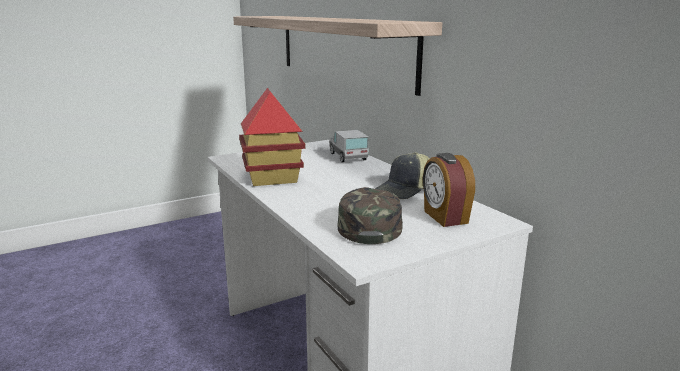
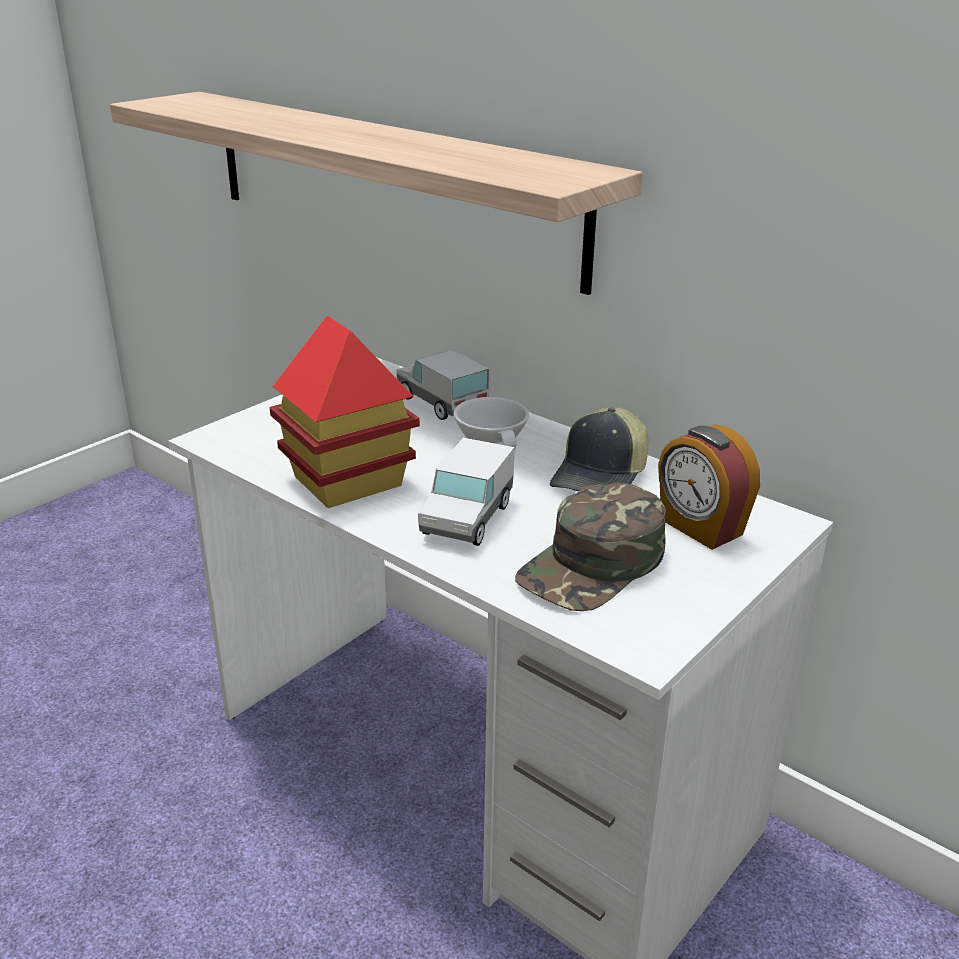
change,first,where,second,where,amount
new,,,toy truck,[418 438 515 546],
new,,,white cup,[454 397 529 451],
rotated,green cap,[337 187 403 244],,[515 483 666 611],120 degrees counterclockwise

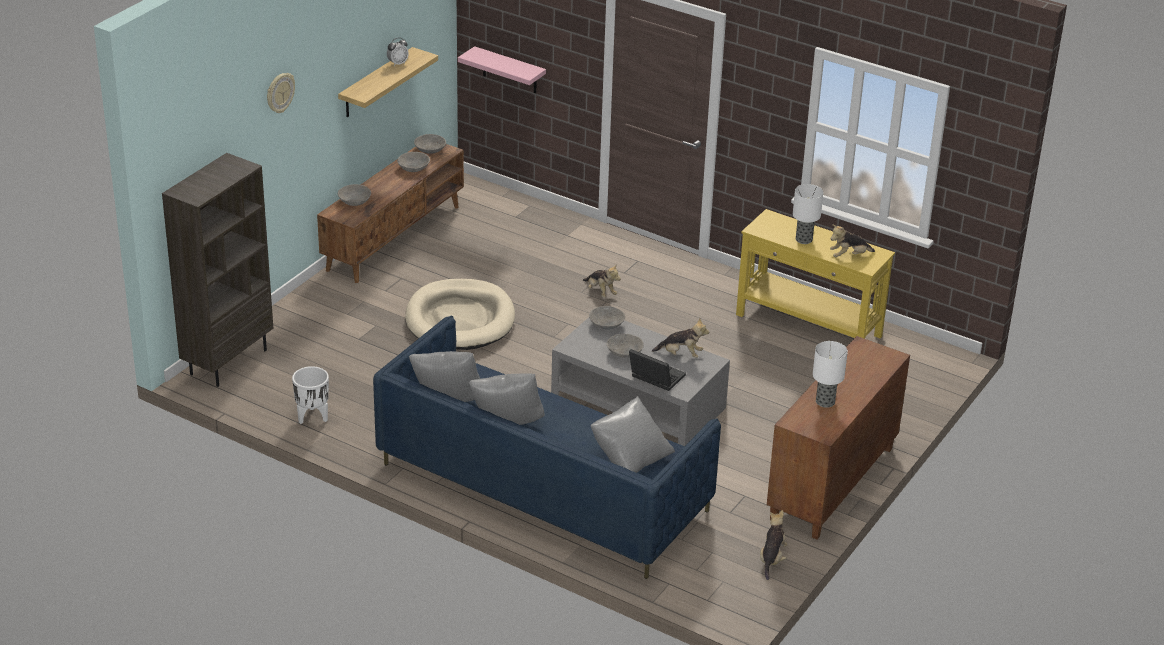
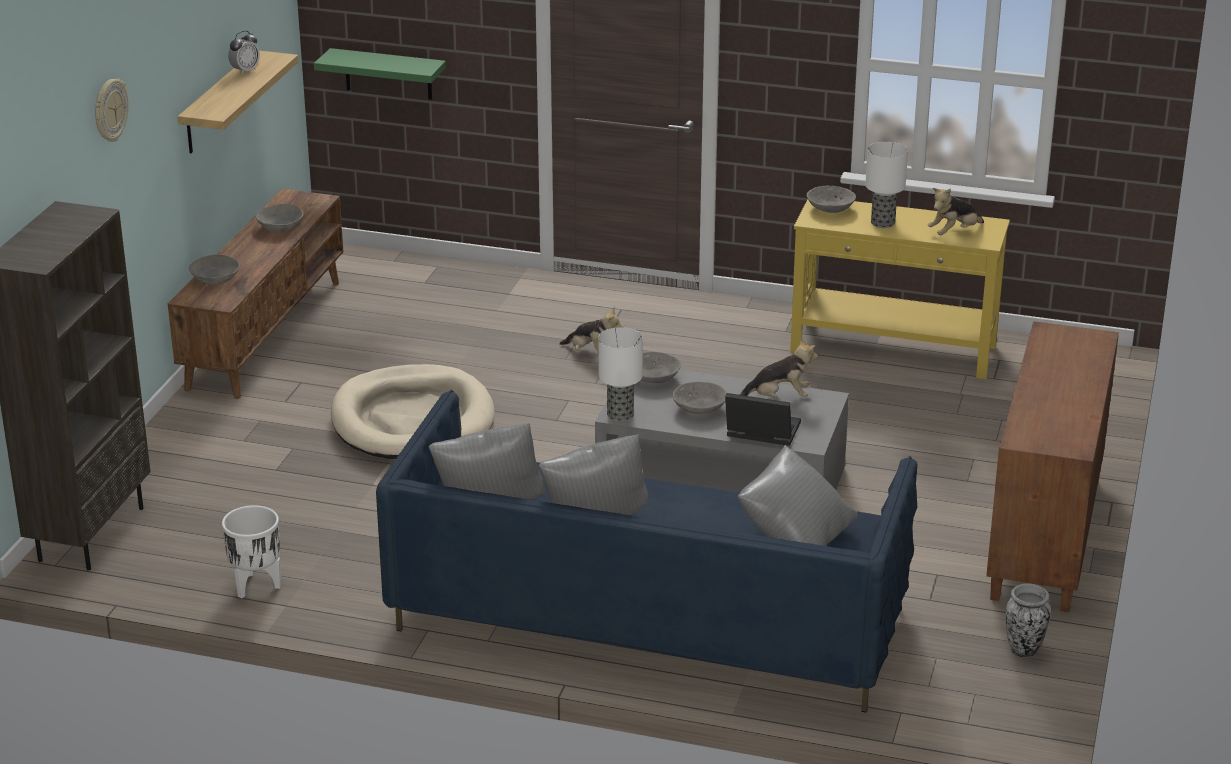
change,first,where,second,where,amount
repainted,pink shelf,[458 46 546 93],green shelf,[314 48 446 100],
shifted,table lamp,[813 341 848 408],,[598 327 643 421],
shifted,grey bowl,[414 134 446 154],,[807 186 856 213],
swapped,plush toy,[760 510 787 580],vase,[1006 583 1051 658],

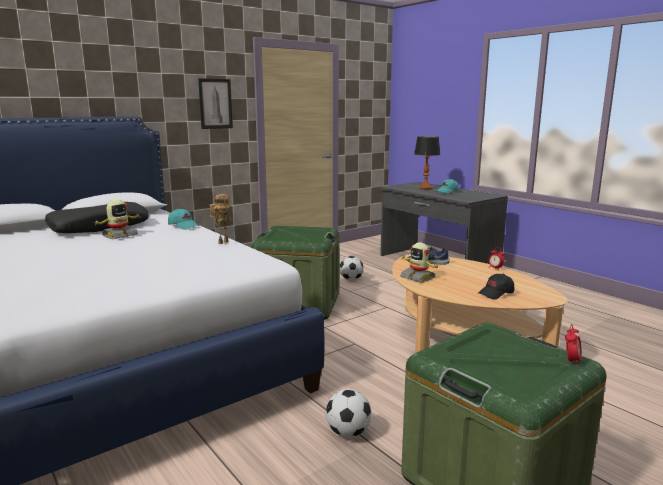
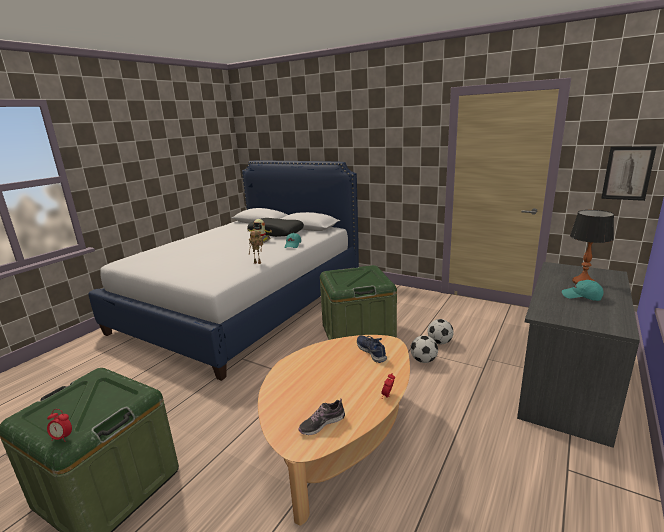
change,first,where,second,where,amount
new,,,shoe,[299 398 345 435],
shifted,football,[326 389 372 437],,[410 335 438 363],
shifted,picture,[198 78 233 129],,[601 146 657 201],
gone,toy robot,[400 242 440 282],,,
gone,black cap,[478 274 514 299],,,

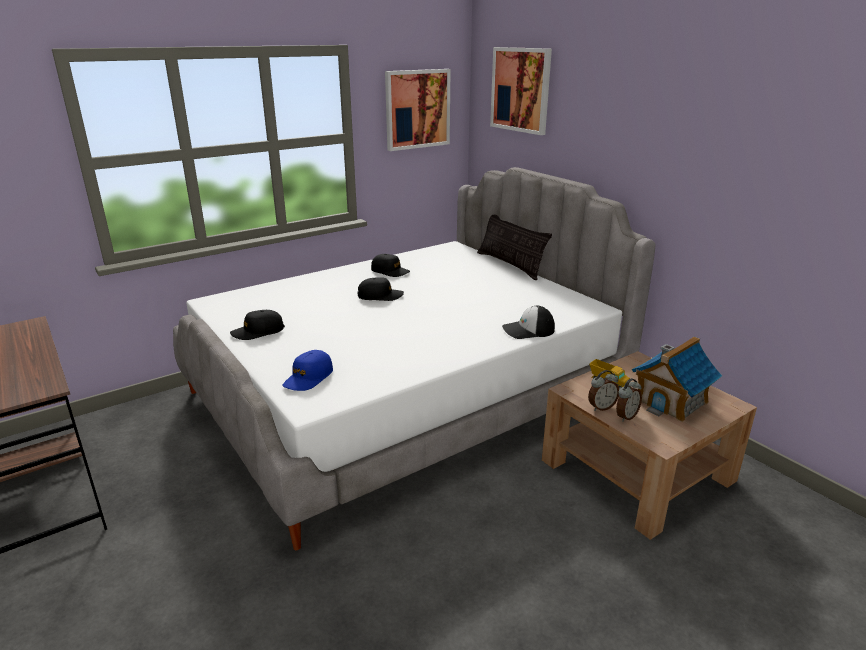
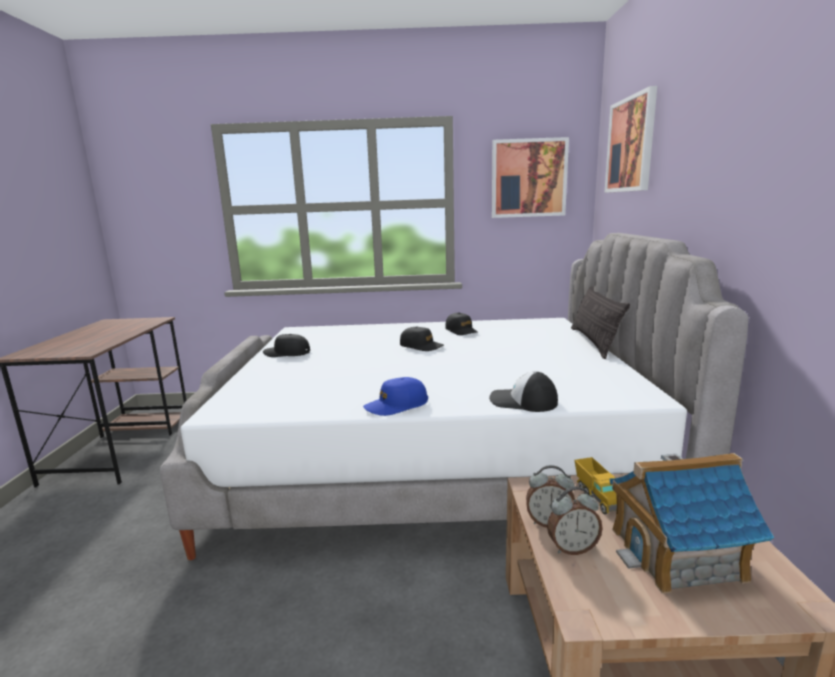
change,first,where,second,where,amount
shifted,blue cap,[283 350 333 391],,[363 377 428 416],

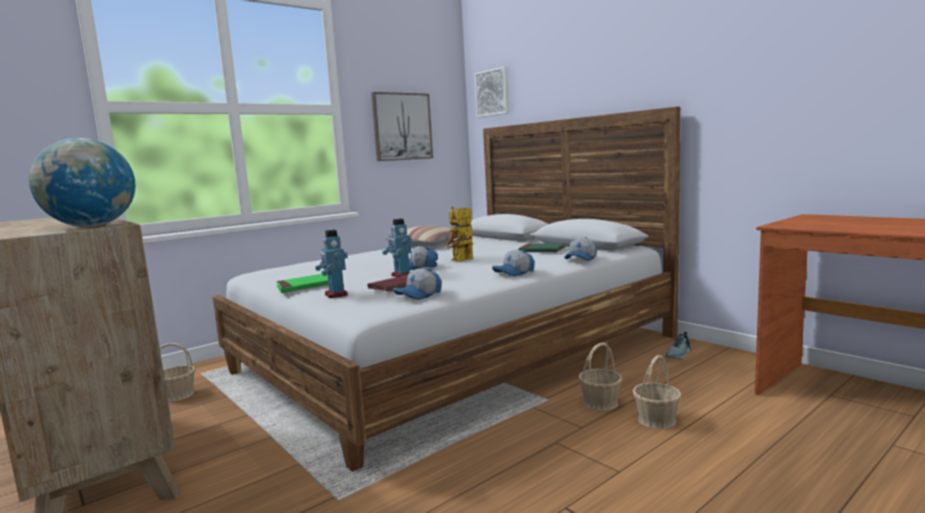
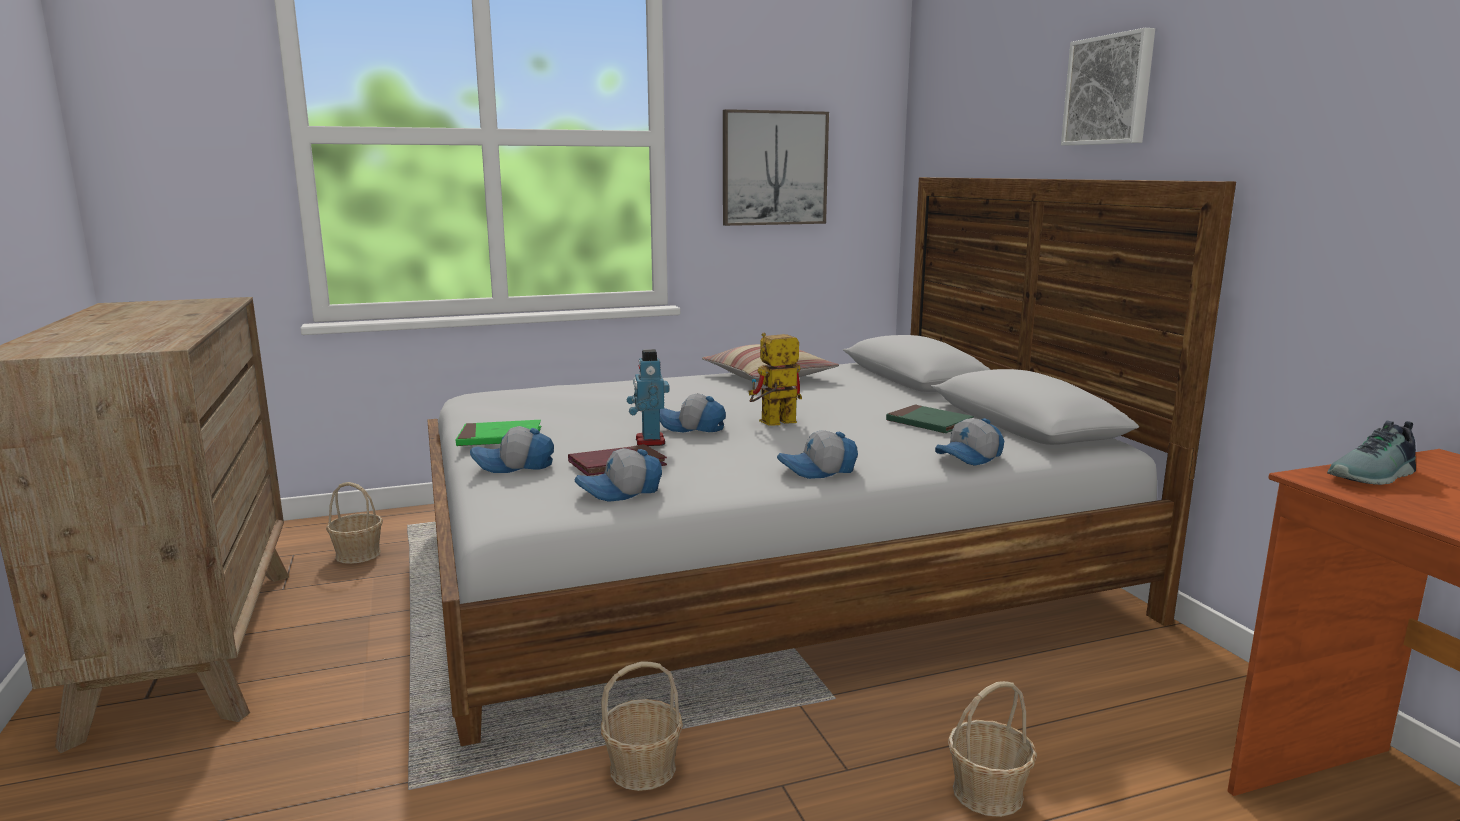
change,first,where,second,where,amount
swapped,toy robot,[315 230 348 298],cap,[470 426 554 473],
shifted,basket,[579 343 622 411],,[601 662 683 791],
shifted,picture,[474 67 510 117],,[1061 28 1155 146],
shifted,shoe,[665 332 691 359],,[1327 420 1416 485],
gone,globe,[29 138 136 227],,,

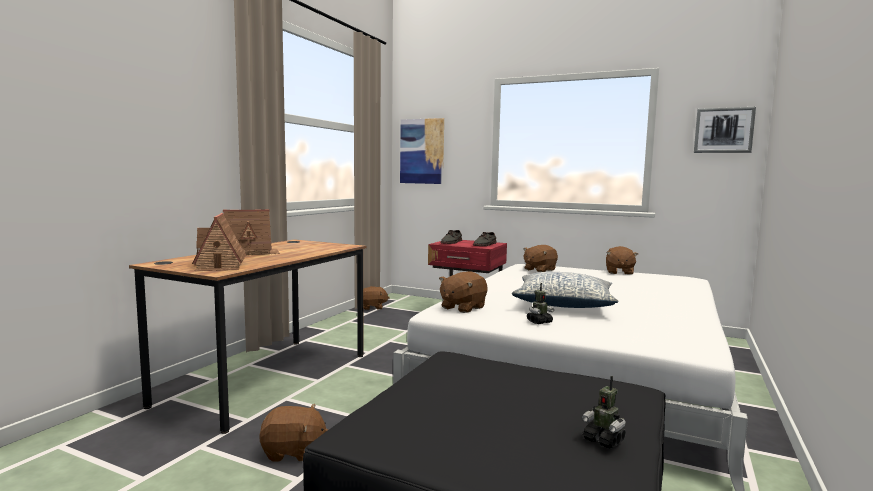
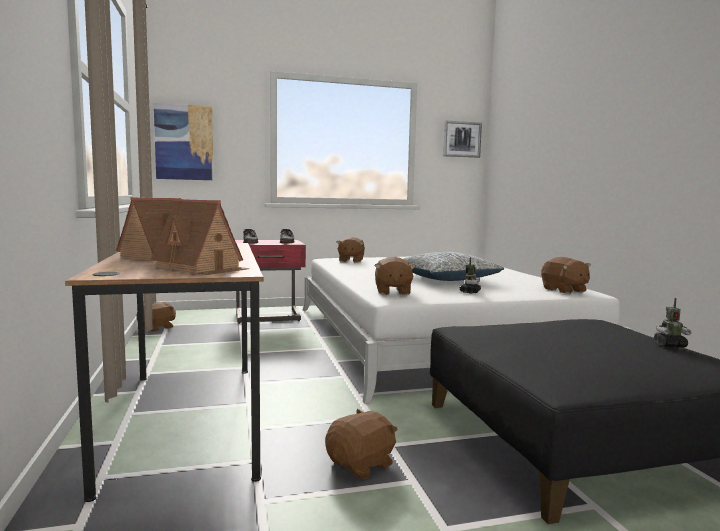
change,first,where,second,where,amount
shifted,brown plush toy,[606 246 638 274],,[541 257 591 294],

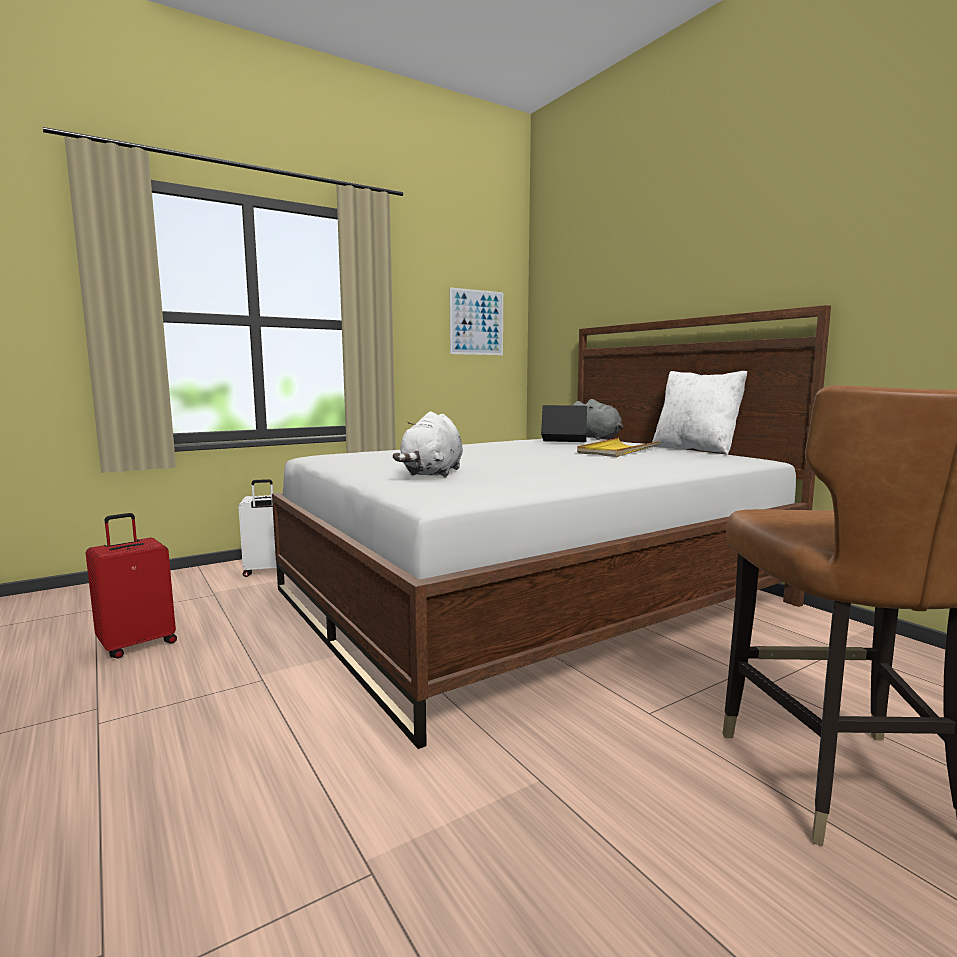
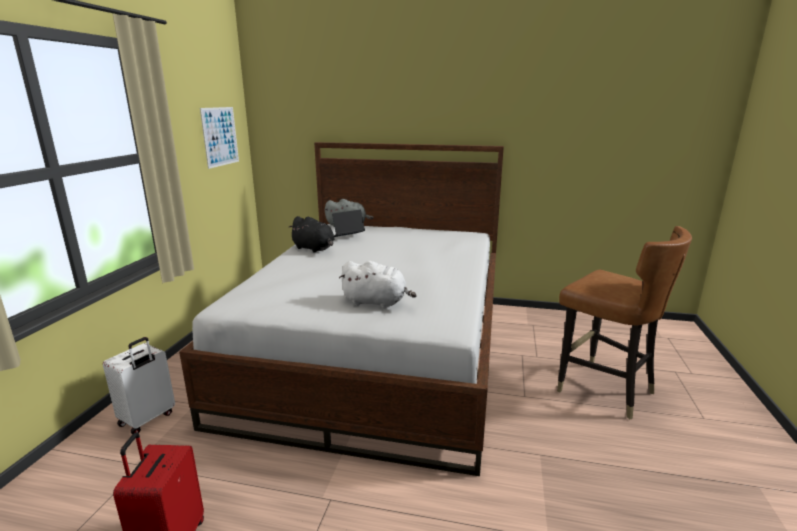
change,first,where,second,where,amount
new,,,black plush toy,[288 216 334 253],
rotated,white plush toy,[393 411 463 477],,[339 261 416 309],45 degrees counterclockwise
gone,yellow tray,[577 438 660 457],,,
gone,white pillow,[652 371 747 455],,,

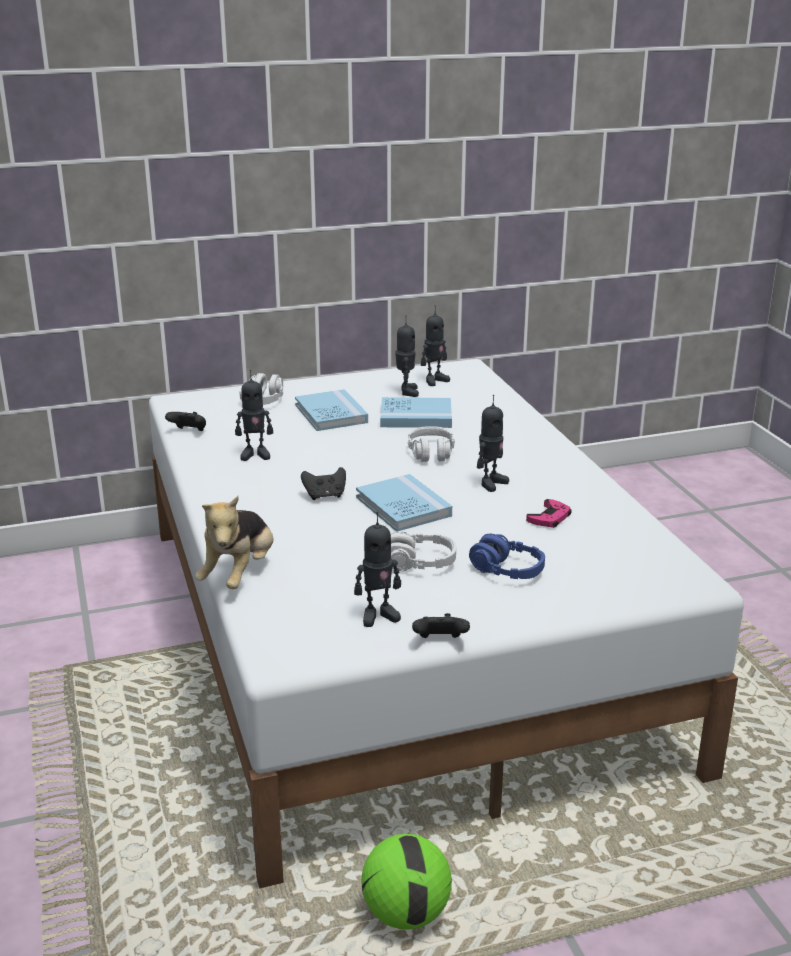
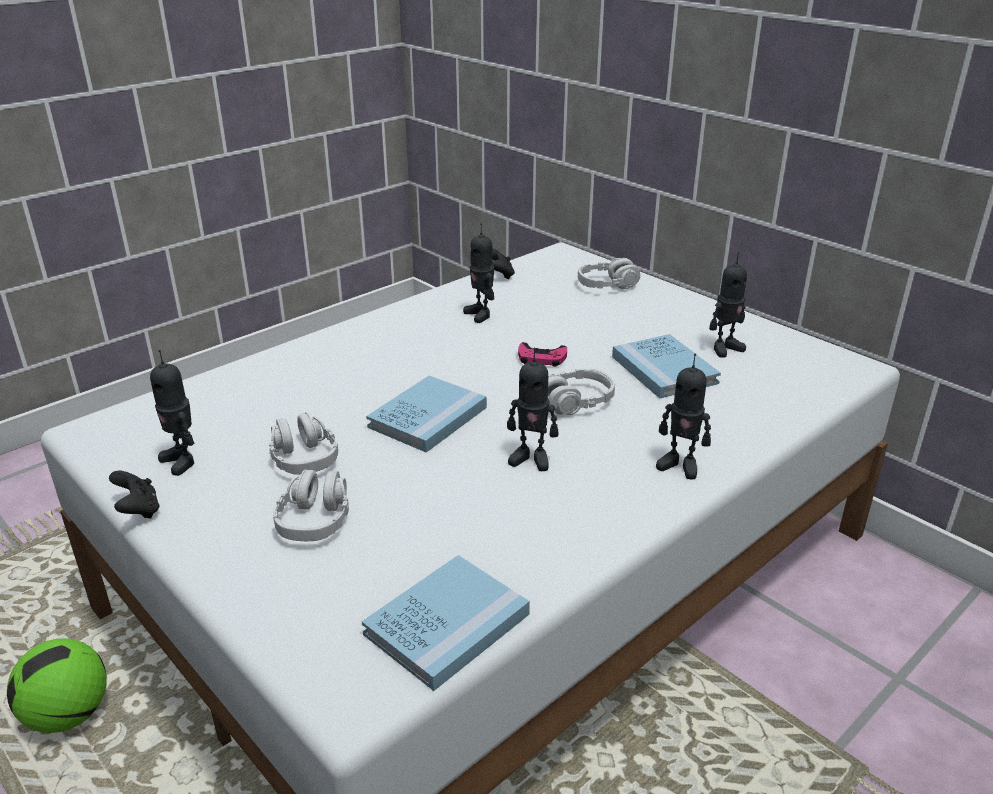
change,first,where,second,where,amount
repainted,blue headphones,[469 533 545 579],grey headphones,[273 469 349 541],
shifted,blue book,[295 389 368 431],,[362 555 530 691],
shifted,pink game controller,[526 499 572 528],,[518 342 567 366],
shifted,toy robot,[421 305 450 386],,[656 354 711 479],
gone,plush toy,[195 496 273 589],,,
gone,black game controller,[301 467 346 500],,,

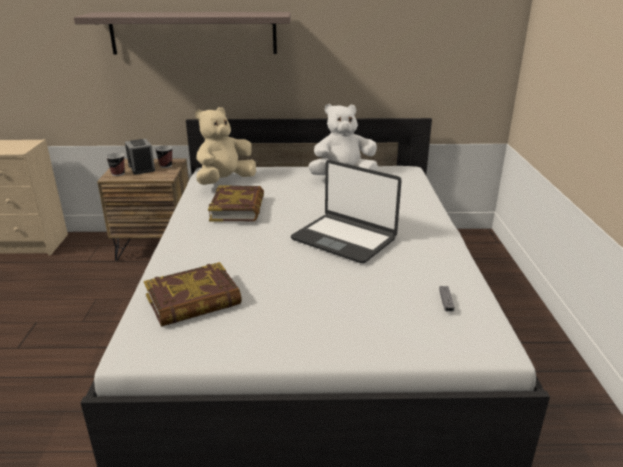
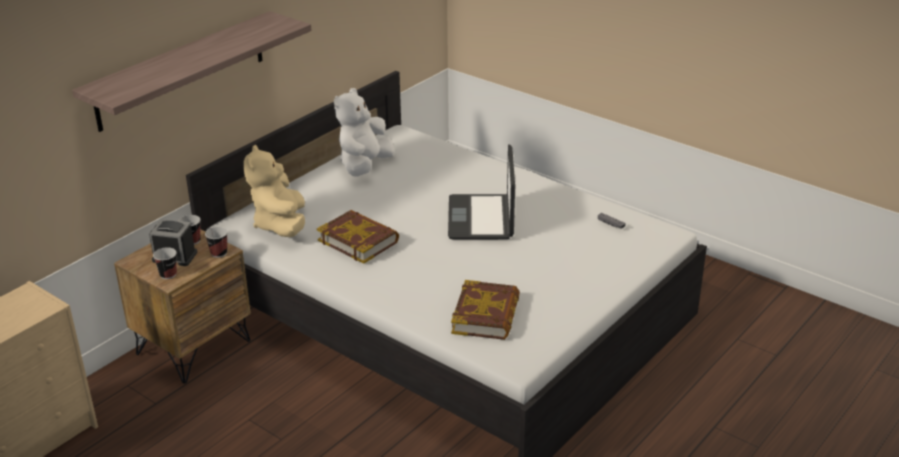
change,first,where,second,where,amount
new,,,cup,[205 227 228 258],
rotated,laptop,[291 160 402 263],,[448 144 515 239],105 degrees clockwise

